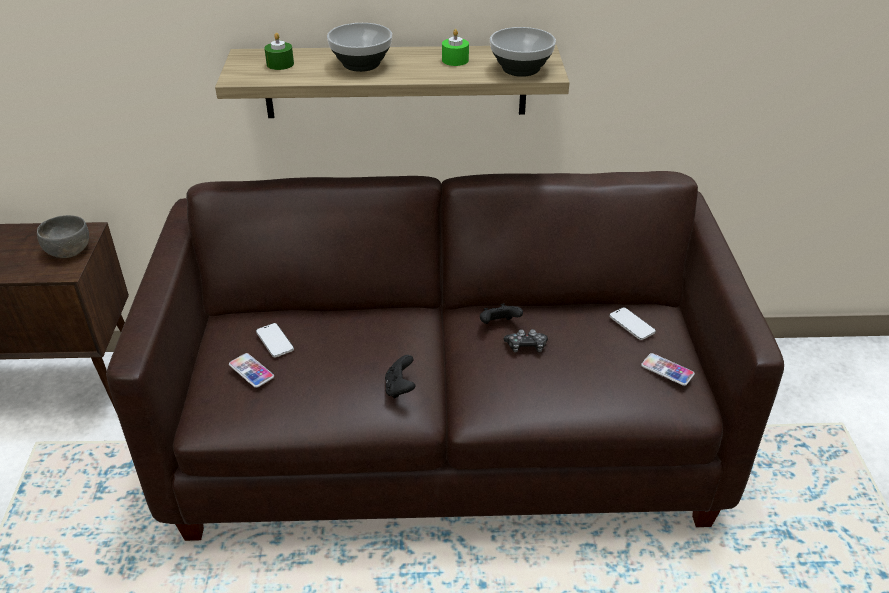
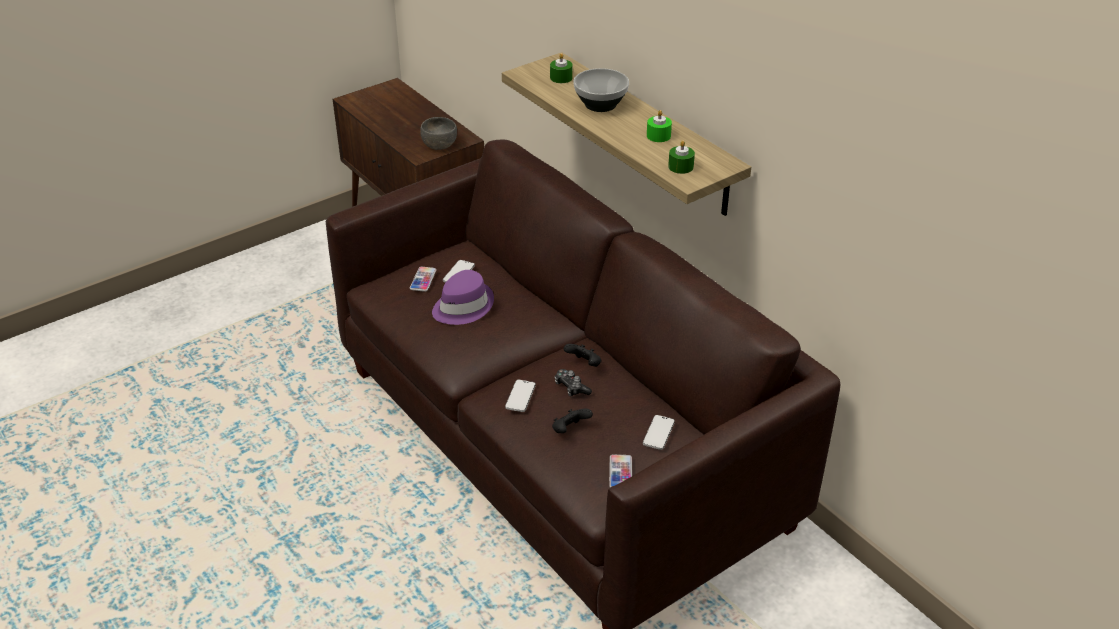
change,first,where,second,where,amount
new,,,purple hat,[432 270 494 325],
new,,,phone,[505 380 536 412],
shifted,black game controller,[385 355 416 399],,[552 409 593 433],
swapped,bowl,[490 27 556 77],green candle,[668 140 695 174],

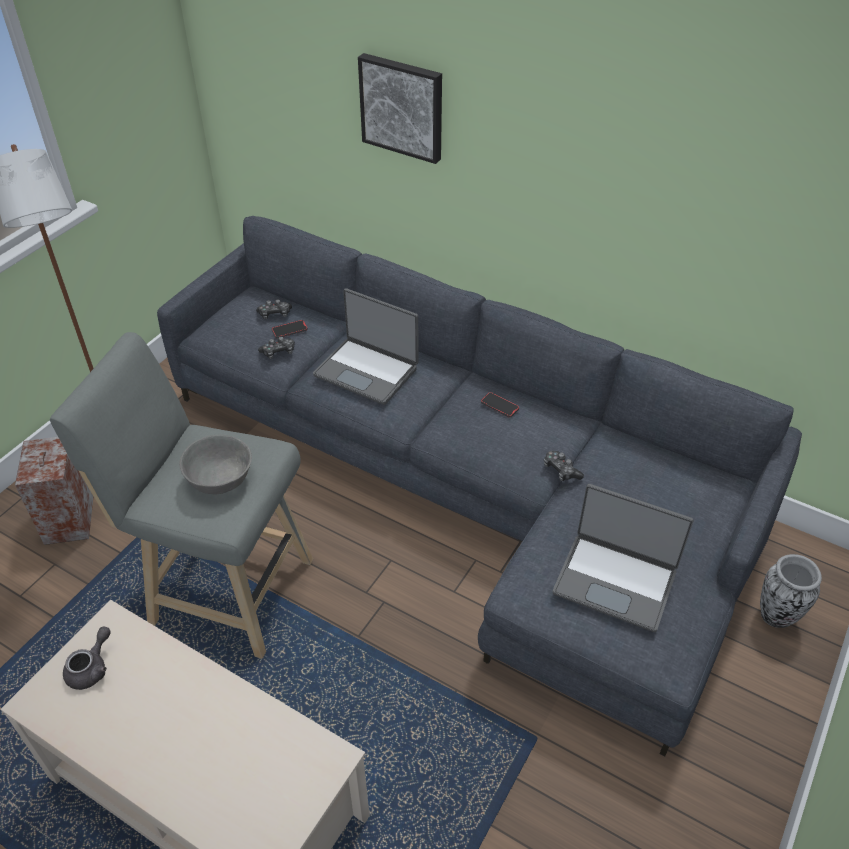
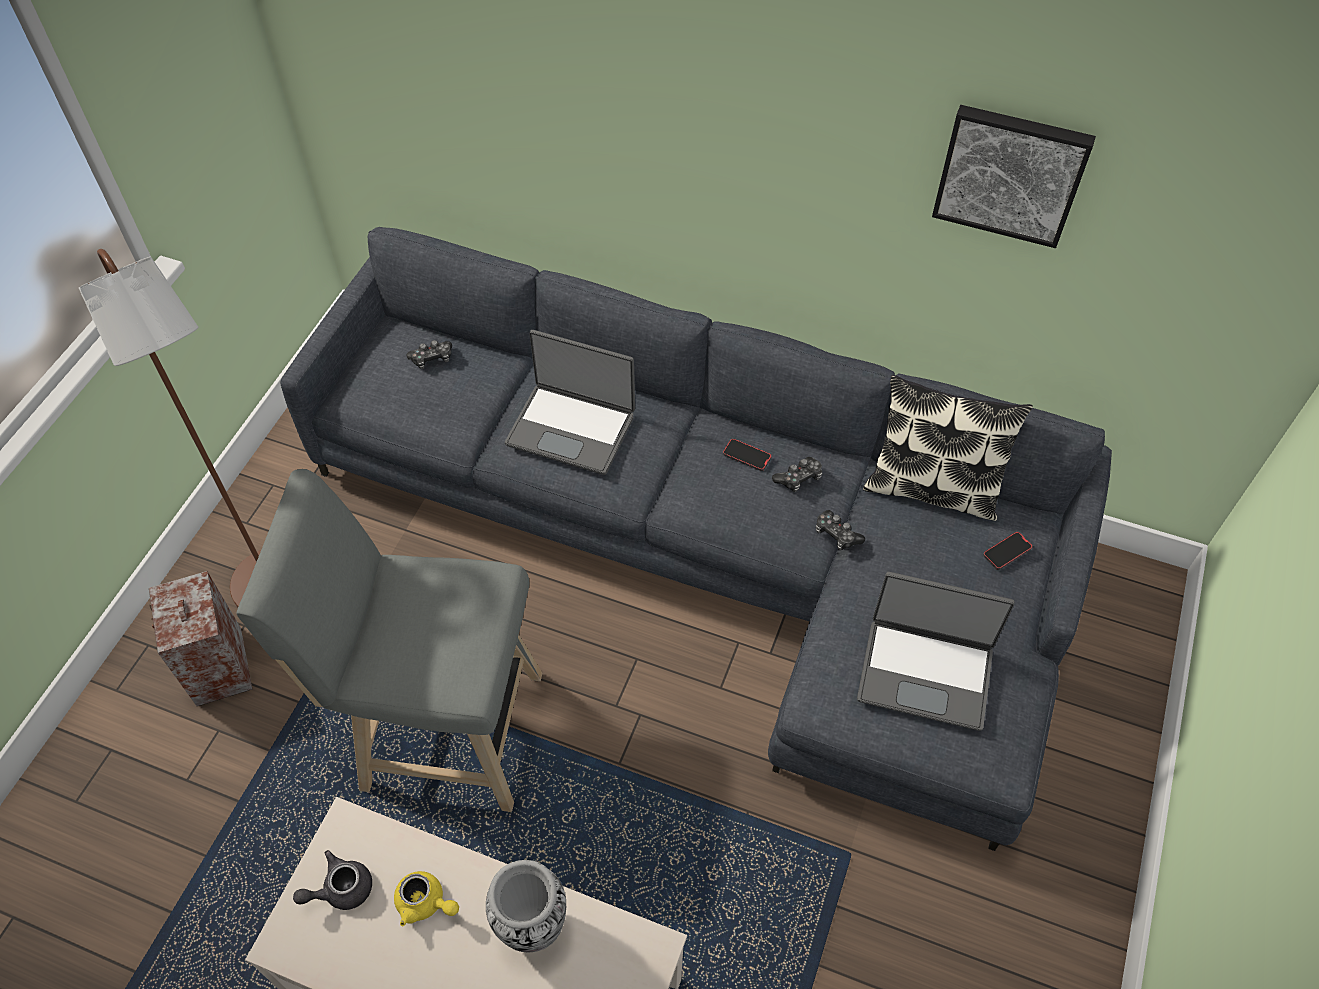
change,first,where,second,where,amount
rotated,grey teapot,[63 626 110 690],,[293 850 372 910],135 degrees counterclockwise
new,,,yellow teapot,[394 871 459 926],
shifted,vase,[760 554 822 628],,[486 860 566 953],
shifted,game controller,[258 337 295 359],,[772 457 822 492],
new,,,pillow,[863 375 1033 521],
shifted,picture,[358 53 442 164],,[932 105 1096 248],
shifted,phone,[272 320 308 338],,[983 532 1033 570],
gone,grey bowl,[179 435 252 494],,,

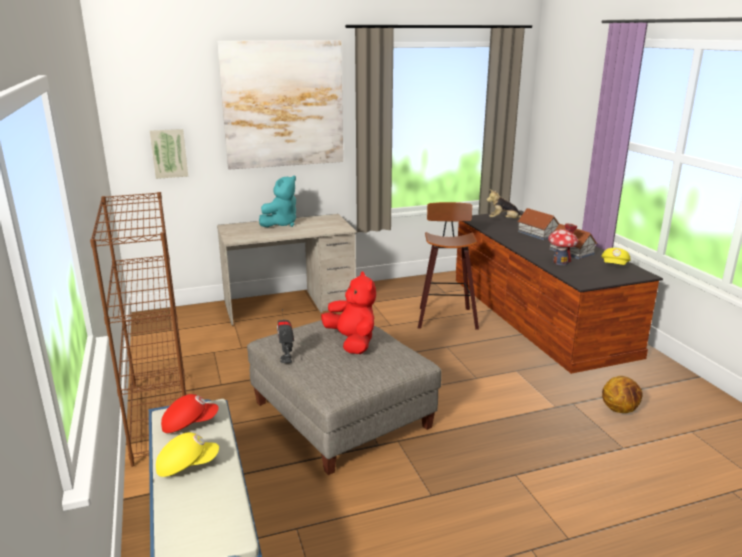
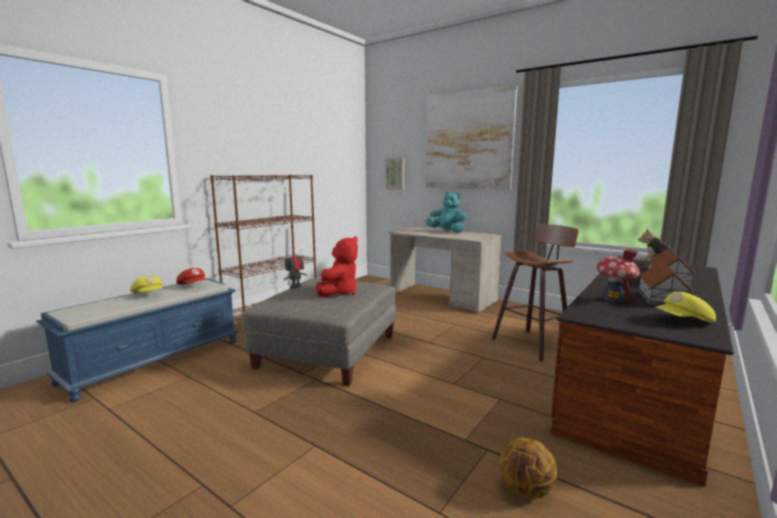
change,first,where,second,where,amount
rotated,turquoise plush toy,[259 176 296 227],,[426 192 467 233],150 degrees counterclockwise

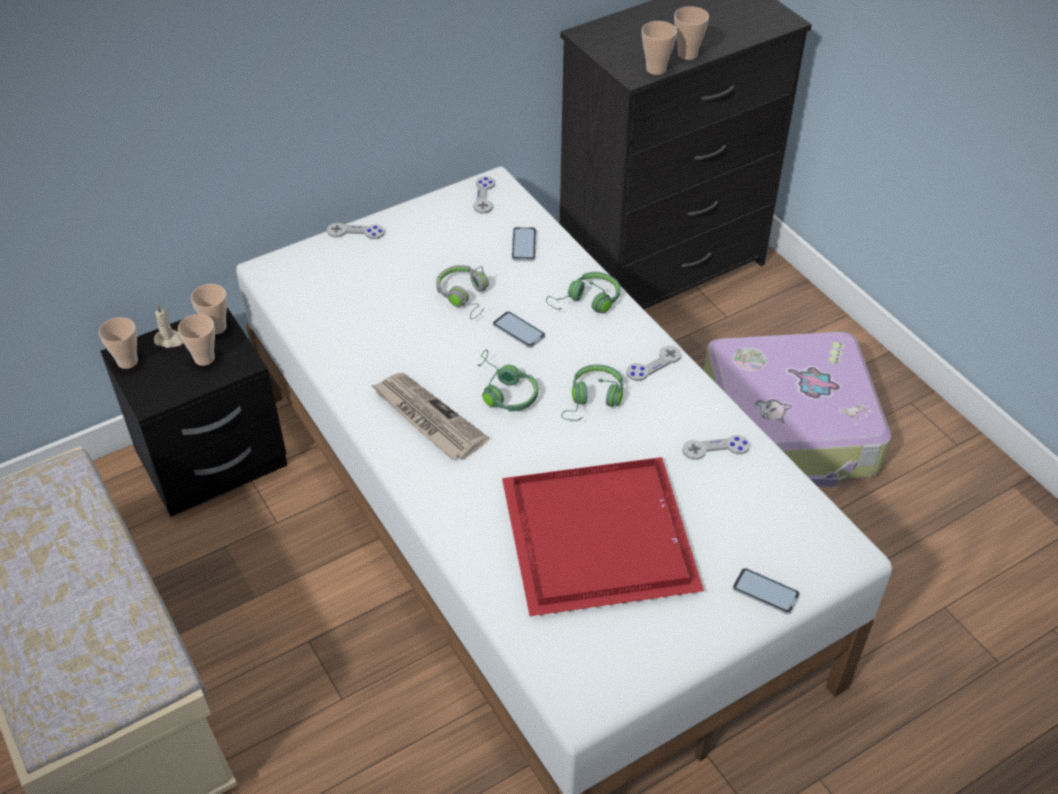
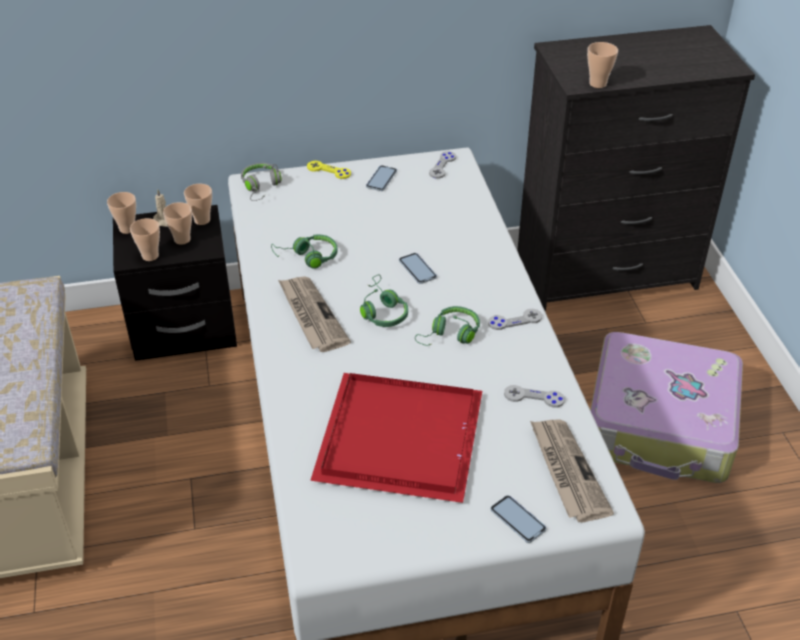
change,first,where,second,where,amount
shifted,cup,[674 6 709 60],,[130 218 160 261],
shifted,grey headphones,[436 265 489 319],,[241 163 281 201],
shifted,green headphones,[546 272 620 313],,[271 235 338 269],
repainted,grey game controller,[327 223 385 239],yellow game controller,[307 161 351 179],
shifted,phone,[512 227 536 261],,[366 165 397 191],
new,,,newspaper,[530 419 614 522],

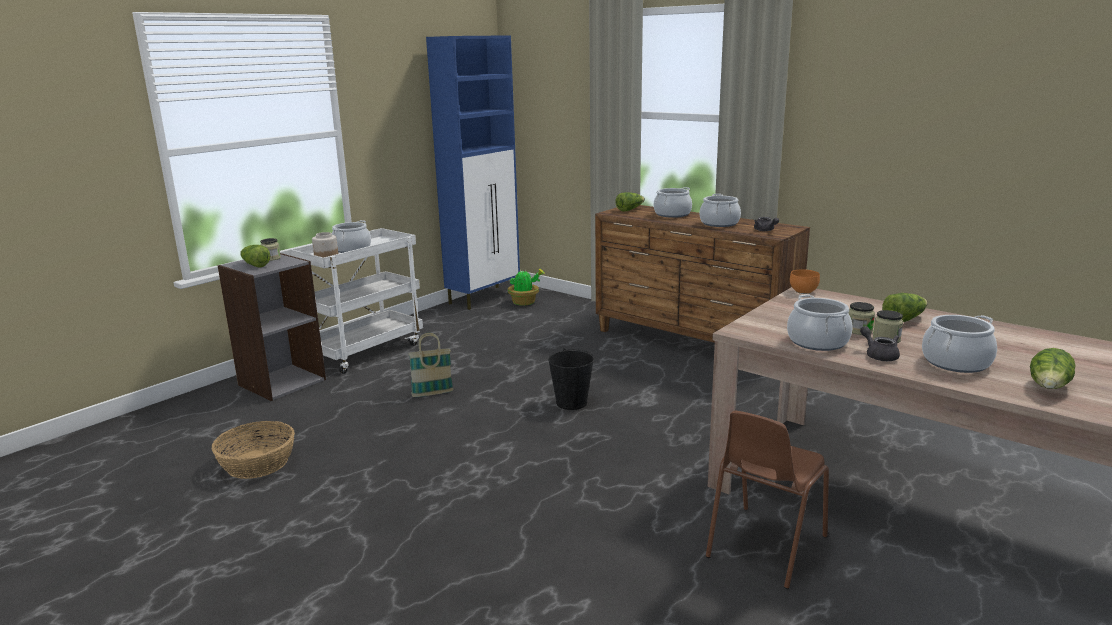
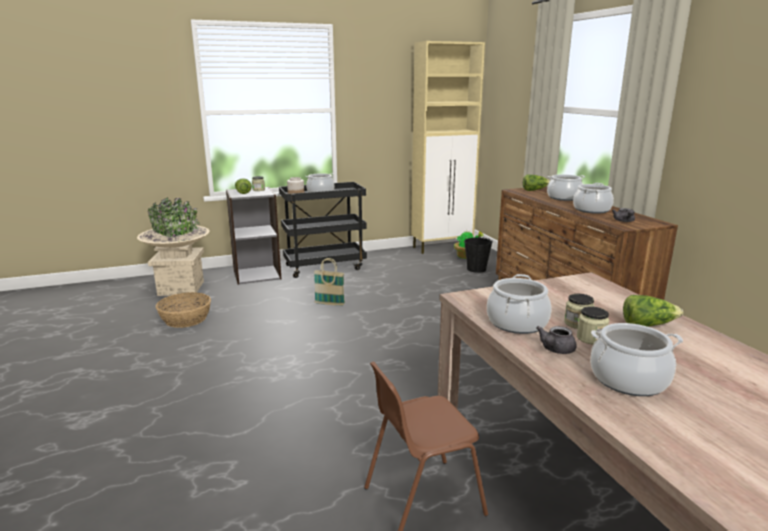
change,first,where,second,where,amount
new,,,beige planter,[137 197 210 296],
repainted,white cart,[290 228 423 374],black cart,[279 182 367 278],
repainted,blue cabinet,[426 35 520 310],beige cabinet,[411 41 485 254],
shifted,black bucket,[548 348 594 410],,[464 236 493 273],
rotated,grey teapot,[860 326 900 361],,[536 326 577 354],150 degrees counterclockwise
gone,orange bowl,[790 269 820 294],,,
gone,lettuce,[1030 348 1076 389],,,

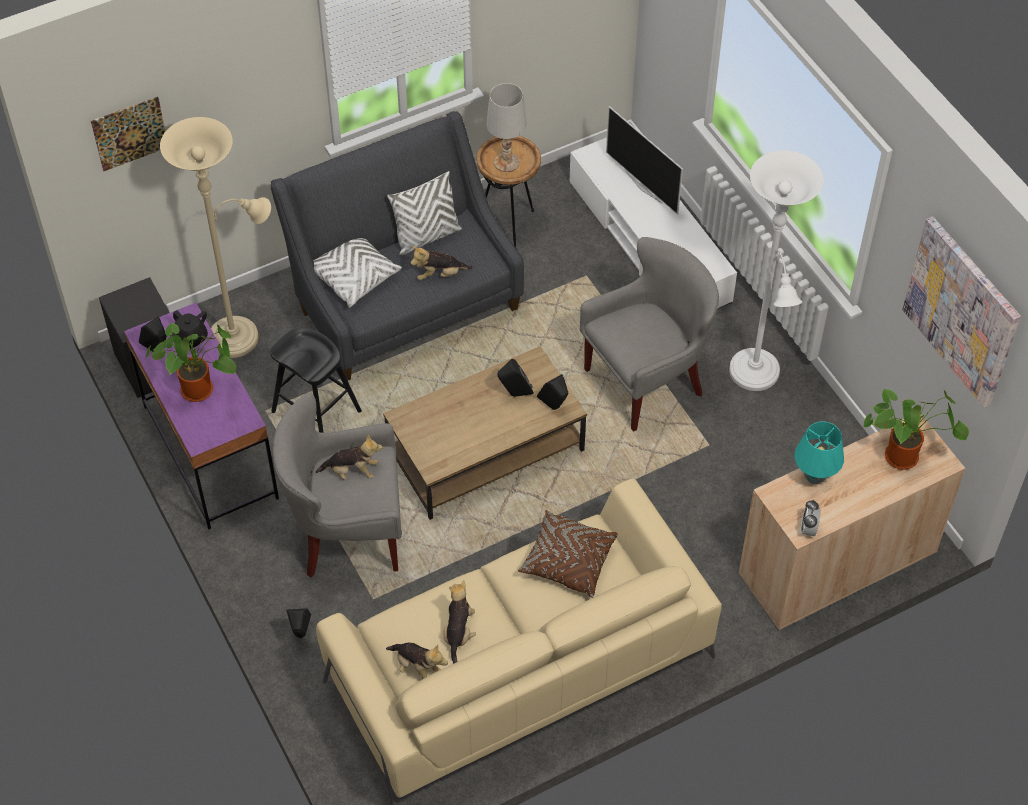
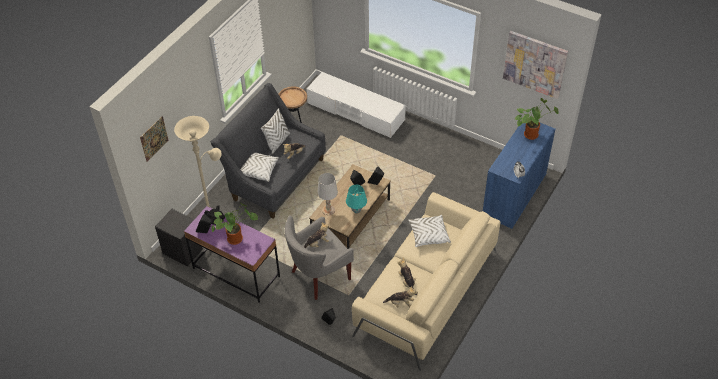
change,first,where,second,where,amount
shifted,white table lamp,[486 83 527 172],,[317 173 338 215],
shifted,turquoise table lamp,[795 421 844 484],,[346 185 367 214],
repainted,brown pillow,[518 510 618 598],white pillow,[409 215 451 247],
repainted,beige cabinet,[739 414 965 630],blue cabinet,[483 123 556 229],
gone,black stool,[270 327 362 433],,,
gone,grey armchair,[580 237 719 432],,,
gone,television,[606 106 683 215],,,
gone,white floor lamp,[729 151 824 391],,,

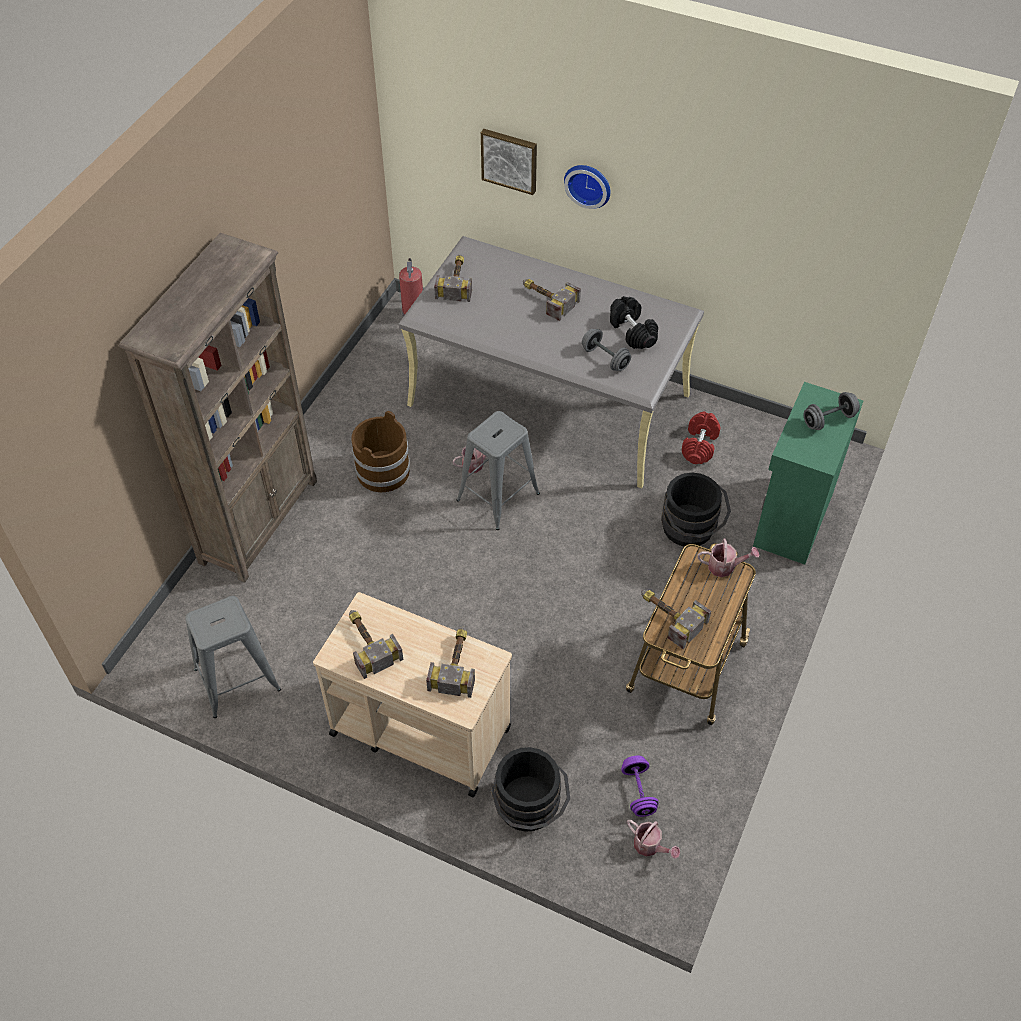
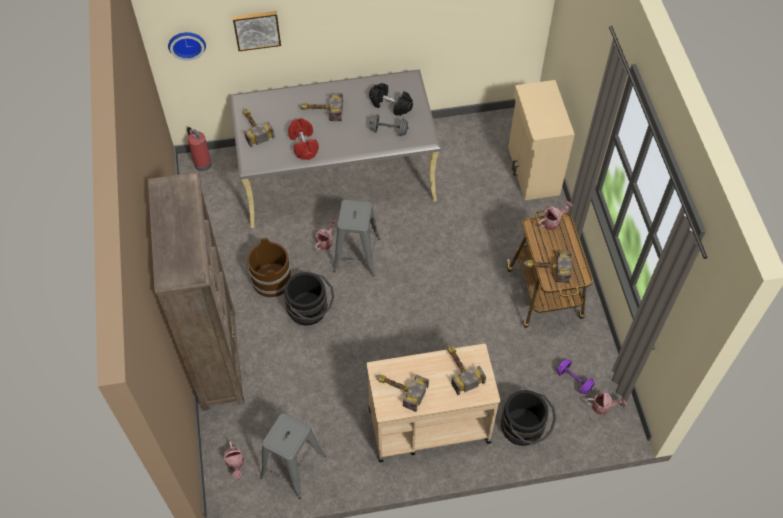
change,first,where,second,where,amount
shifted,wall clock,[564 165 610 209],,[168 32 206 61],
new,,,watering can,[223 441 244 479],
shifted,black bucket,[661 473 731 547],,[284 272 334 326],
shifted,red dumbbell,[682 411 721 464],,[288 118 319 160],
repainted,green cabinet,[753 382 863 565],beige cabinet,[508 80 575 200],
gone,grey dumbbell,[804 392 860 430],,,

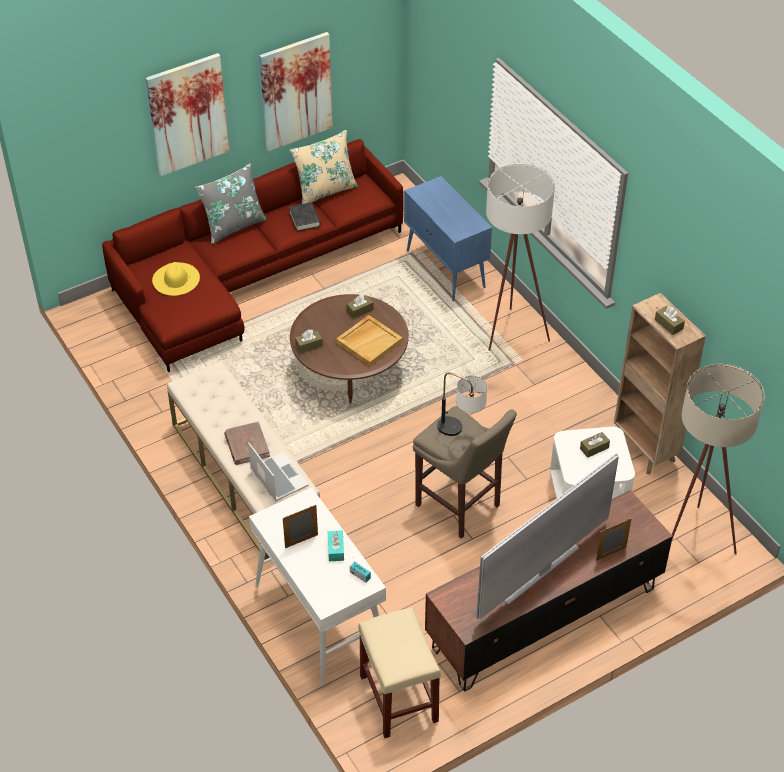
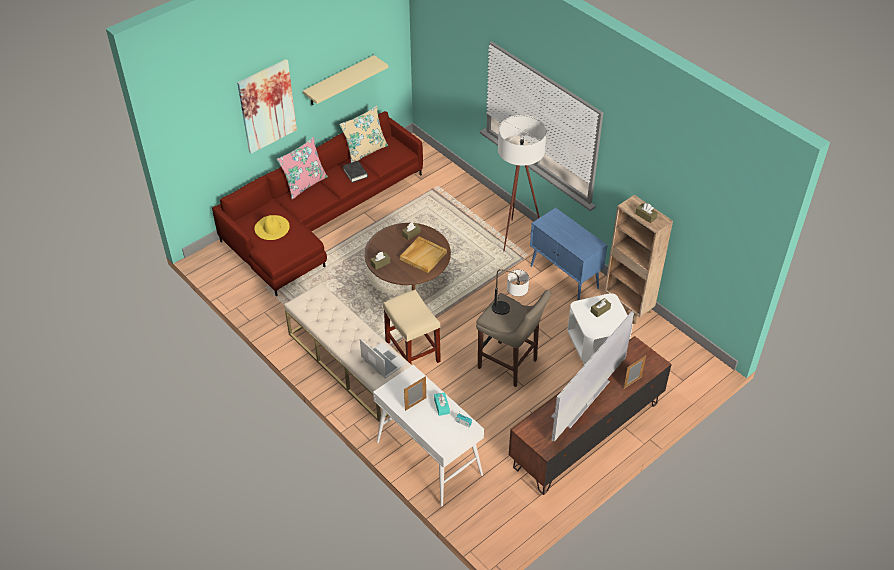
change,first,where,second,where,amount
repainted,grey pillow,[195 163 267 245],pink pillow,[277 137 328 199],
swapped,picture,[259 32 333 151],beige shelf,[303 55 388 105],
shifted,beige stool,[358 607 441 738],,[383 290 441 365],
shifted,blue cabinet,[404 176 492 301],,[530 208 608 300],
gone,brown book,[224 422 270 465],,,
gone,beige floor lamp,[672 364 765 554],,,

